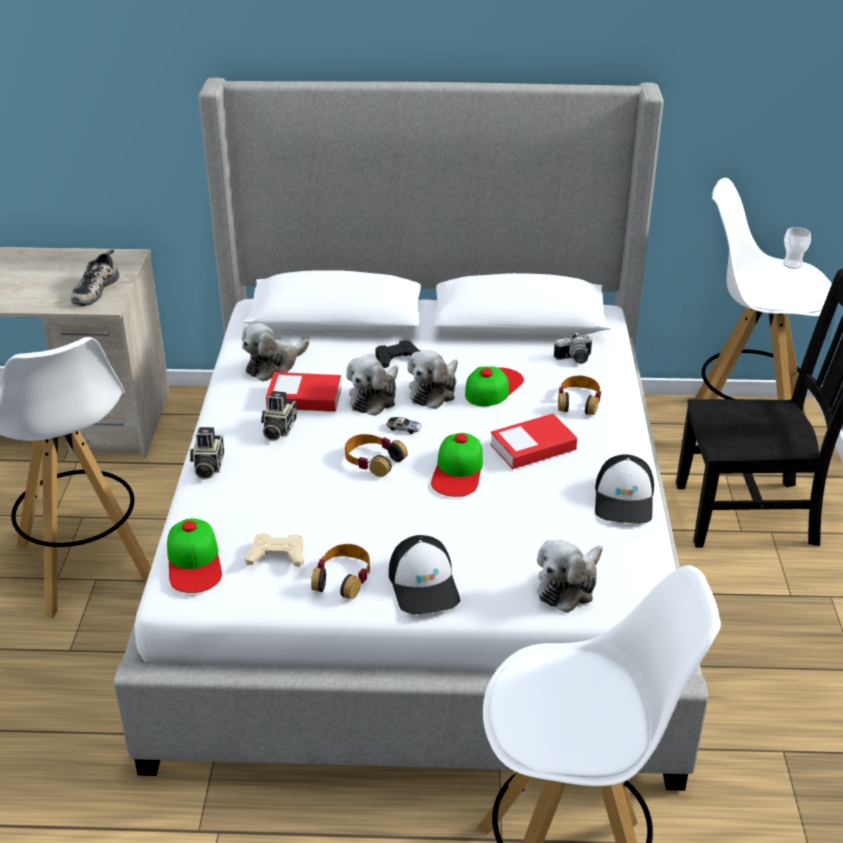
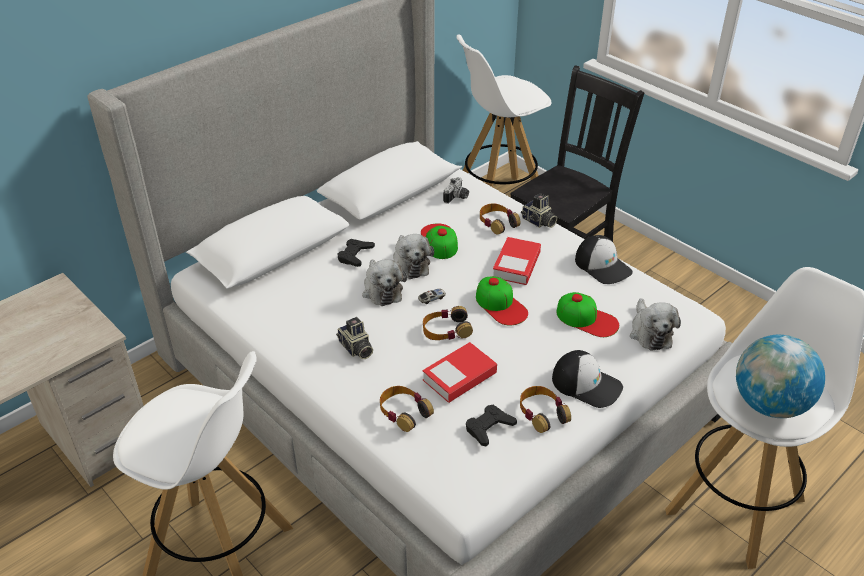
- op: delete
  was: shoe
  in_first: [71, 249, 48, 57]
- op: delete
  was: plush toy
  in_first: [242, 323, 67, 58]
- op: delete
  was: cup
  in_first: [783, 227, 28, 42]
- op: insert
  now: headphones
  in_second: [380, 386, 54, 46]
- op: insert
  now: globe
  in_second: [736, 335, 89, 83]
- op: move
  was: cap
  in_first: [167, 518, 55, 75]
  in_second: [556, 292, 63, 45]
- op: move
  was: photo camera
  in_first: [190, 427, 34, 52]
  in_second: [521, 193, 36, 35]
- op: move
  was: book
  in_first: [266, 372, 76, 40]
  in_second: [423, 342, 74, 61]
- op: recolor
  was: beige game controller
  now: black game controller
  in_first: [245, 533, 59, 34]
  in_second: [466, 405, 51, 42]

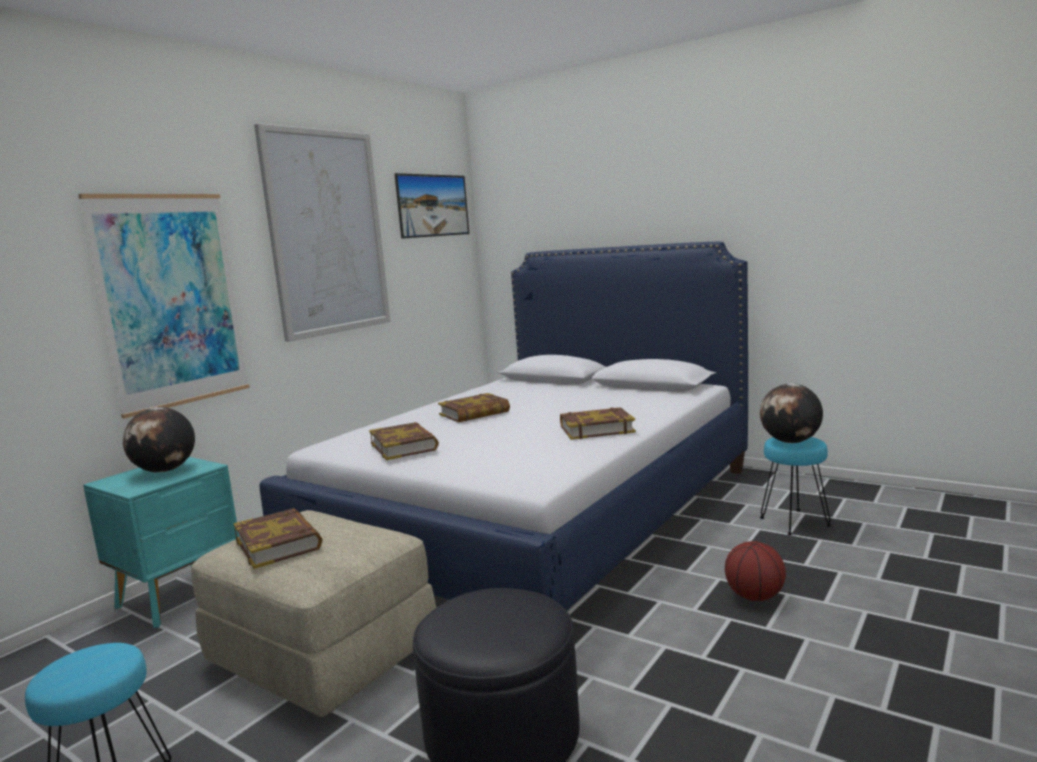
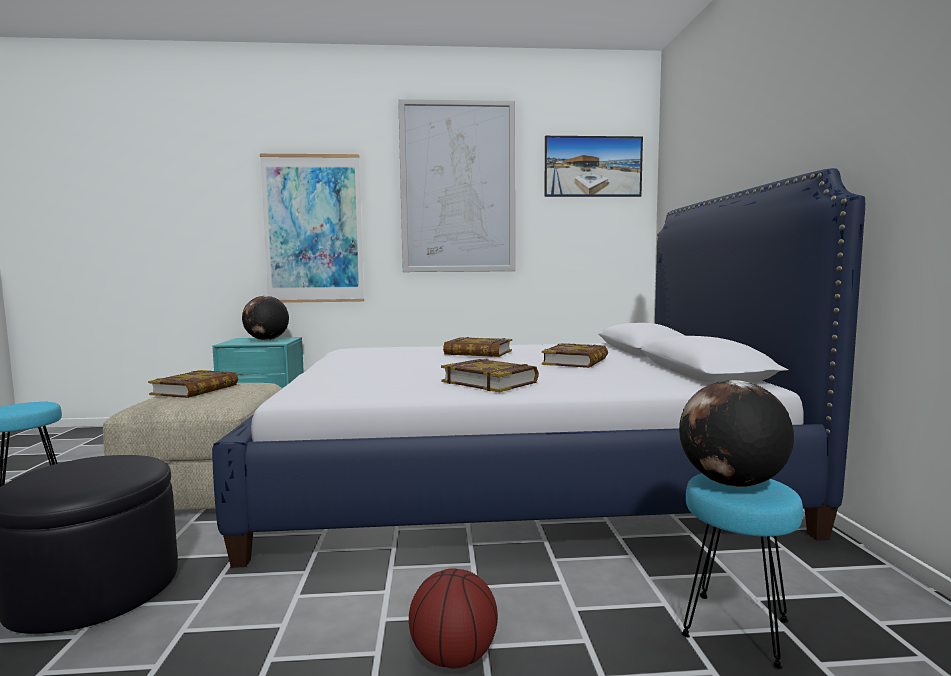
- op: move
  was: book
  in_first: [369, 422, 70, 38]
  in_second: [542, 343, 66, 25]

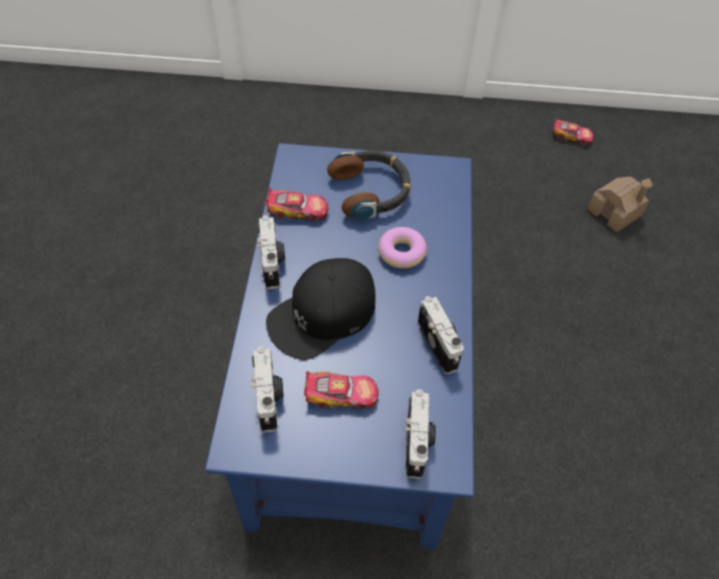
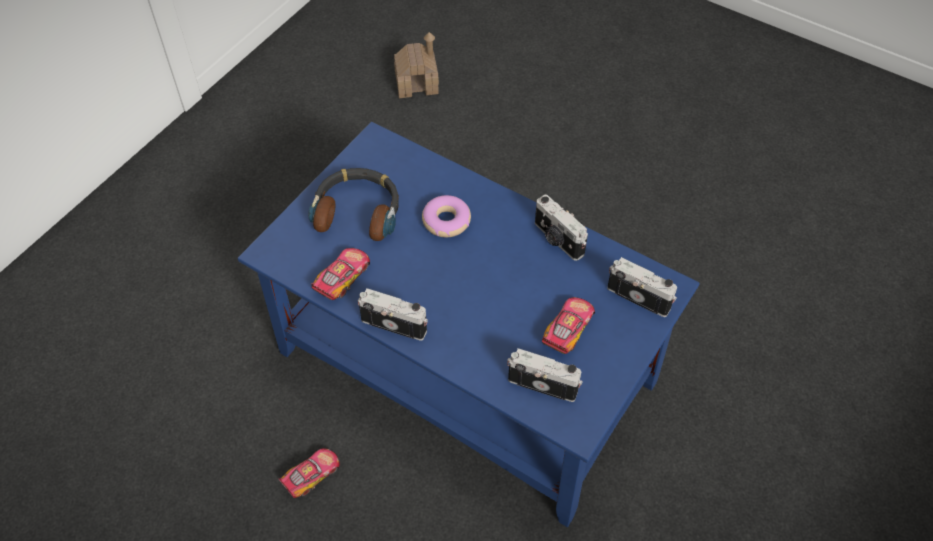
- op: delete
  was: black cap
  in_first: [266, 258, 109, 102]
- op: move
  was: toy car
  in_first: [553, 118, 41, 27]
  in_second: [278, 448, 62, 50]
- op: rotate
  was: photo camera
  in_first: [418, 296, 46, 78]
  in_second: [535, 195, 53, 66]
  clockwise: -135

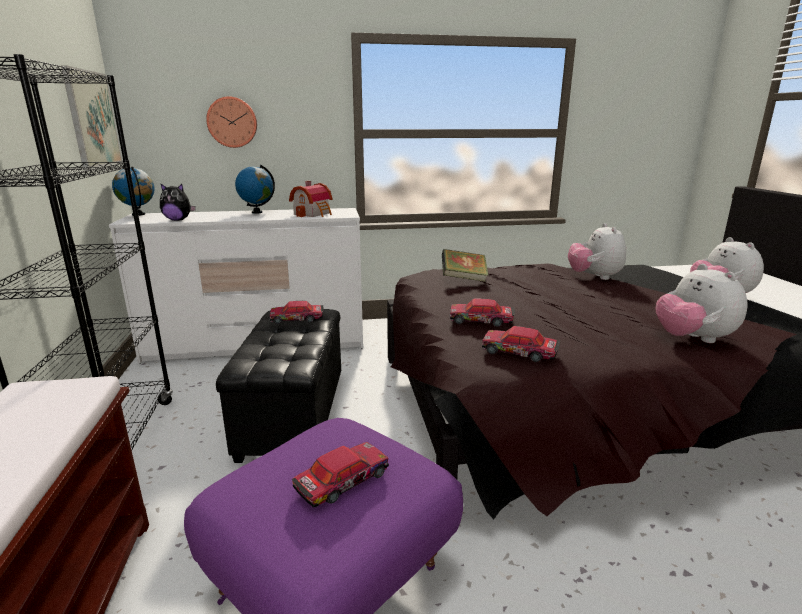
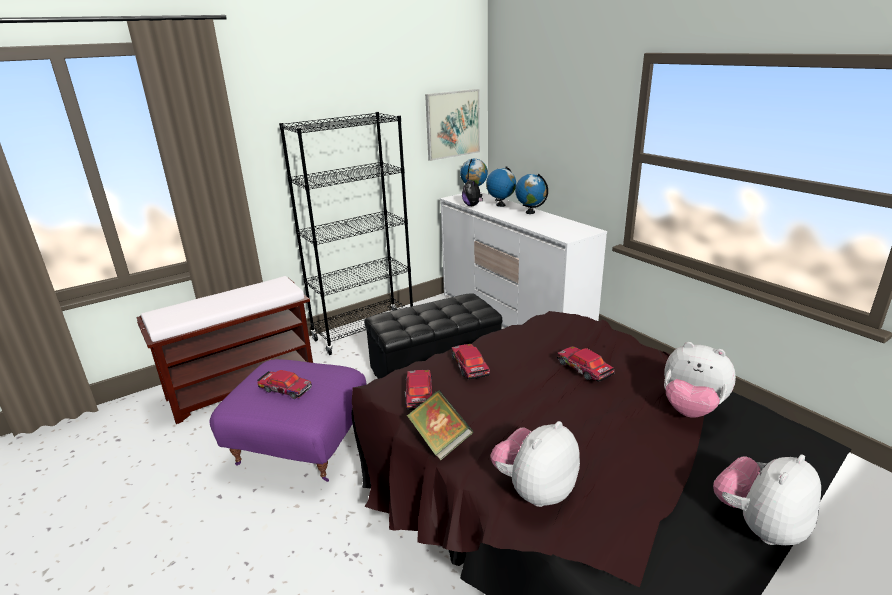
- op: delete
  was: wall clock
  in_first: [206, 96, 51, 52]
- op: delete
  was: toy house
  in_first: [289, 181, 44, 36]
- op: insert
  now: globe
  in_second: [486, 166, 30, 41]
- op: move
  was: toy car
  in_first: [270, 301, 54, 23]
  in_second: [557, 346, 58, 36]
- op: move
  was: book
  in_first: [442, 249, 47, 33]
  in_second: [407, 390, 66, 71]
- op: rotate
  was: plush toy
  in_first: [568, 223, 58, 57]
  in_second: [664, 342, 72, 76]
  clockwise: -120

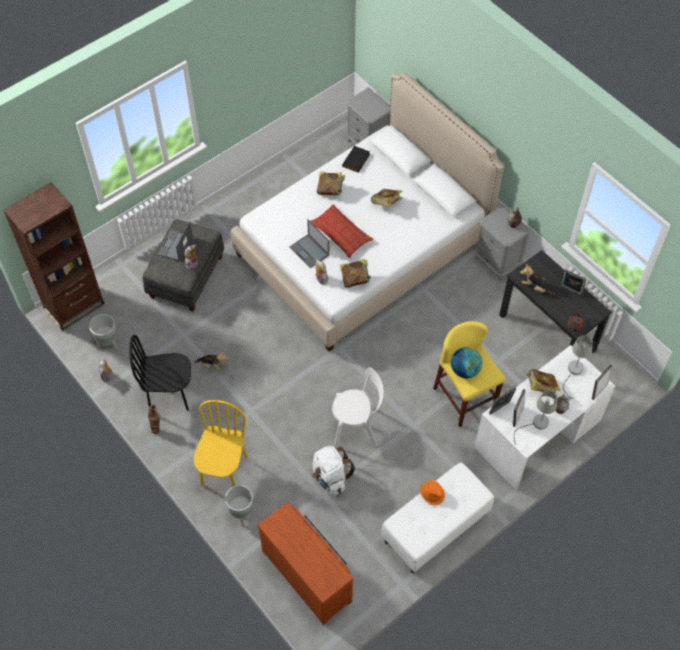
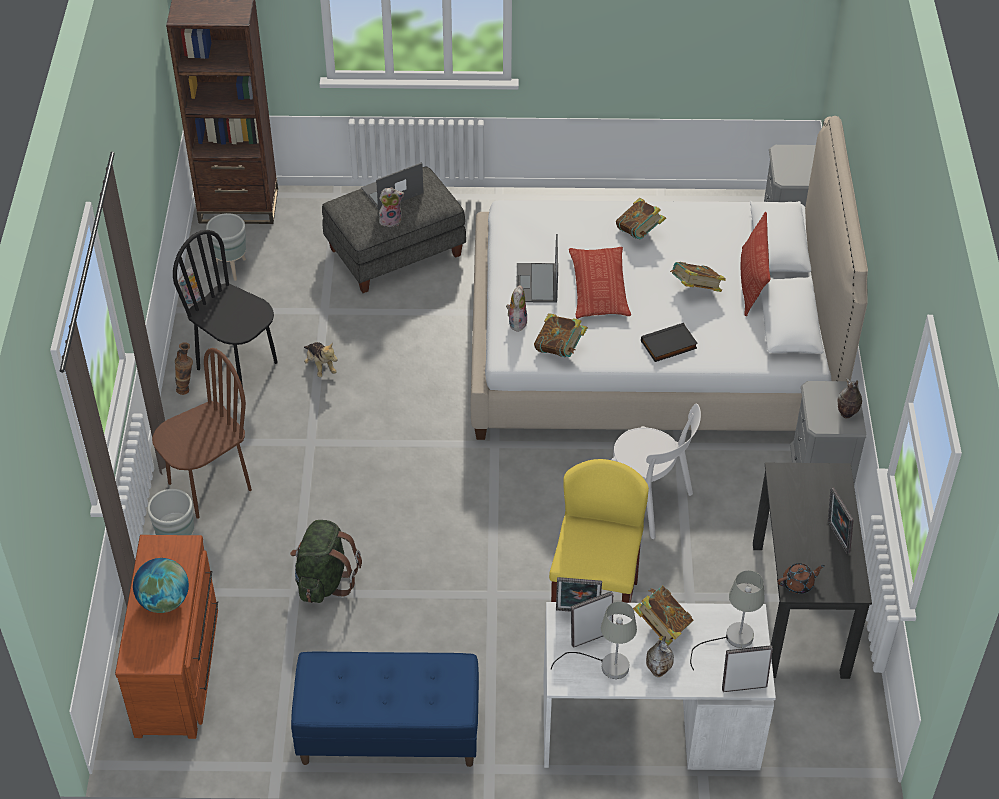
- op: delete
  was: orange hat
  in_first: [420, 480, 25, 26]
- op: delete
  was: plush toy
  in_first: [520, 264, 35, 31]
- op: insert
  now: pillow
  in_second: [741, 212, 29, 104]
- op: move
  was: white chair
  in_first: [332, 367, 52, 81]
  in_second: [611, 404, 90, 135]
- op: move
  was: black book
  in_first: [342, 146, 28, 27]
  in_second: [641, 323, 57, 39]
- op: move
  was: globe
  in_first: [451, 347, 31, 31]
  in_second: [133, 558, 56, 55]
- op: recolor
  was: yellow chair
  now: brown chair
  in_first: [194, 400, 54, 86]
  in_second: [152, 348, 100, 171]
- op: recolor
  was: white backpack
  now: green backpack
  in_first: [312, 446, 43, 50]
  in_second: [290, 520, 72, 83]
- op: recolor
  was: white bench
  now: blue bench
  in_first: [381, 462, 113, 112]
  in_second: [291, 651, 188, 116]

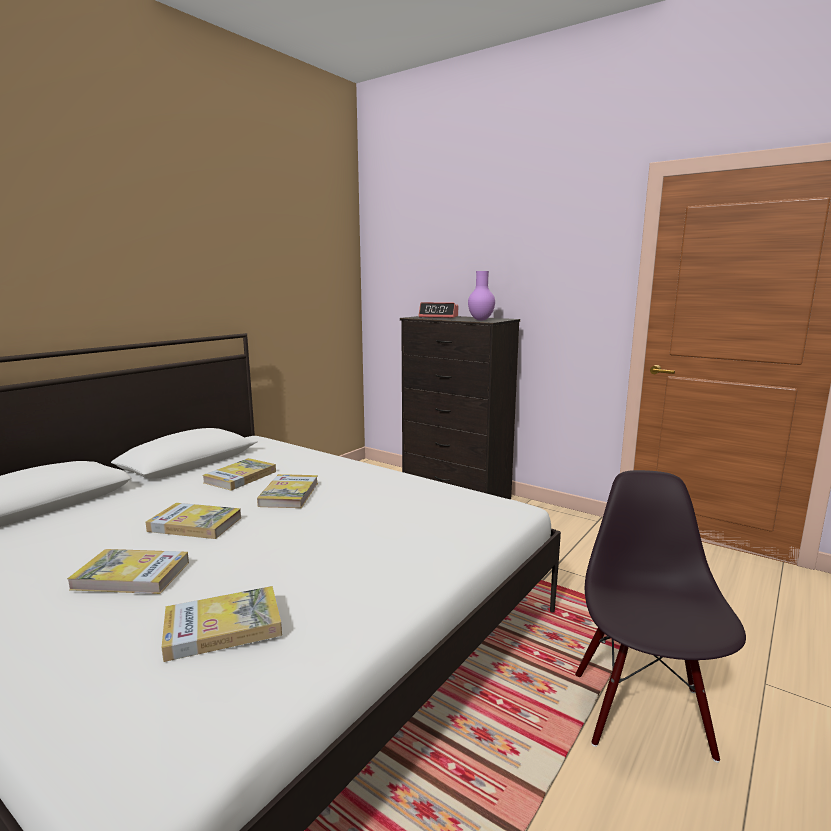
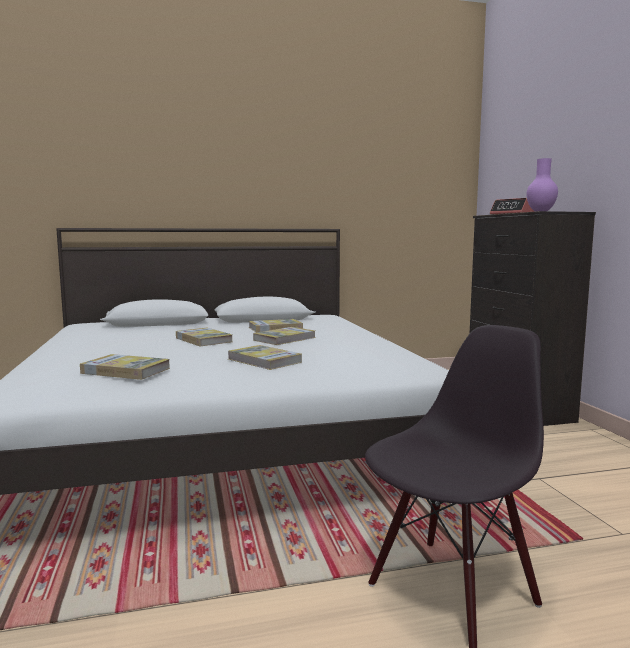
- op: move
  was: book
  in_first: [67, 549, 122, 45]
  in_second: [228, 345, 74, 25]

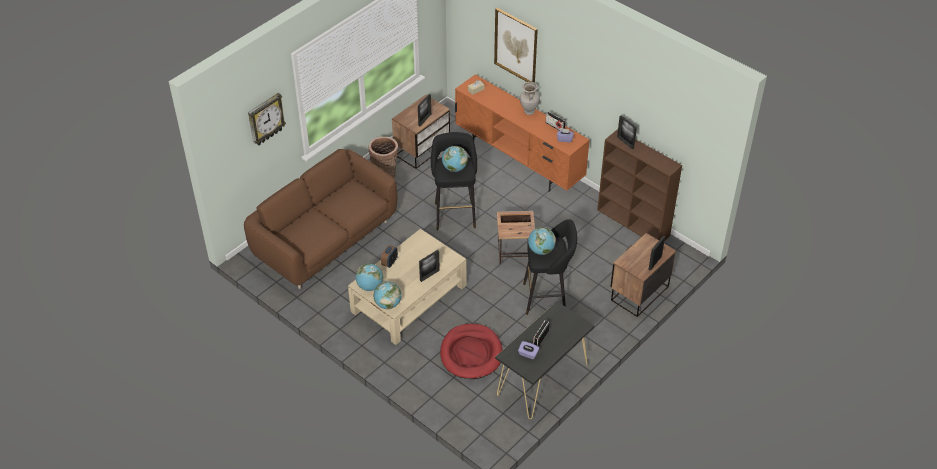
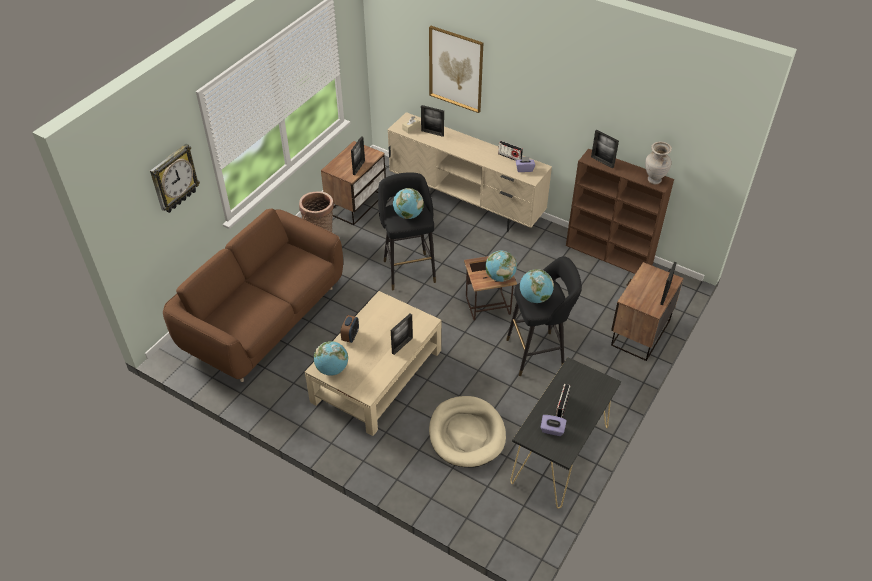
- op: insert
  now: picture frame
  in_second: [421, 105, 23, 32]
- op: move
  was: globe
  in_first: [374, 281, 28, 28]
  in_second: [485, 250, 32, 32]
- op: move
  was: beige vase
  in_first: [520, 82, 20, 33]
  in_second: [645, 142, 27, 42]
- op: recolor
  was: red dog bed
  now: beige dog bed
  in_first: [440, 324, 63, 55]
  in_second: [429, 396, 77, 72]
- op: recolor
  was: orange tv stand
  now: beige tv stand
  in_first: [455, 74, 135, 118]
  in_second: [387, 112, 165, 120]

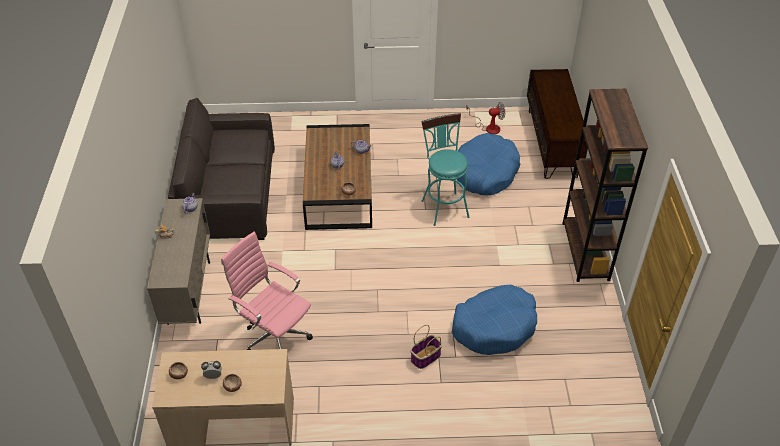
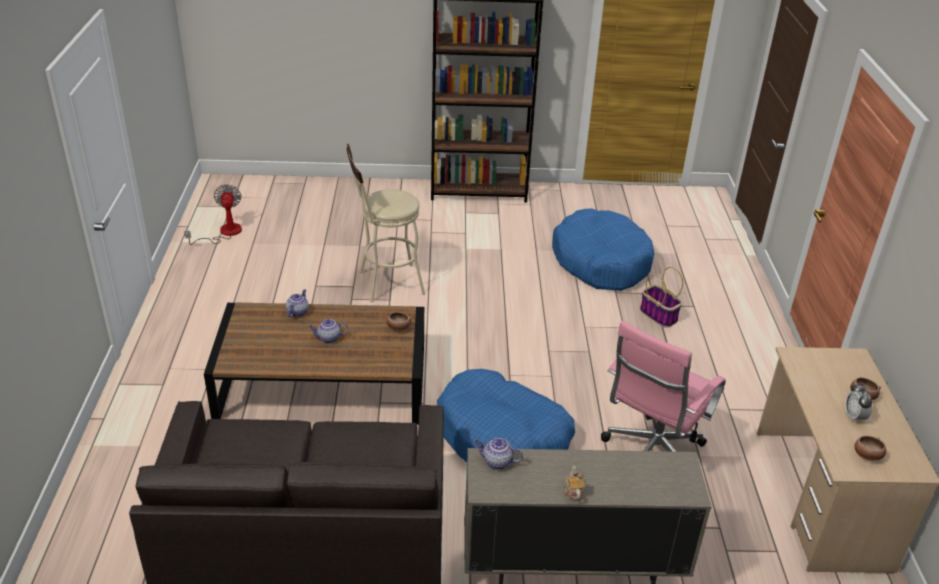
- op: delete
  was: brown tv stand
  in_first: [527, 69, 61, 110]
- op: move
  was: blue dog bed
  in_first: [457, 133, 63, 63]
  in_second: [437, 369, 138, 93]
- op: recolor
  was: turquoise stool
  now: beige stool
  in_first: [421, 113, 49, 113]
  in_second: [346, 144, 79, 158]

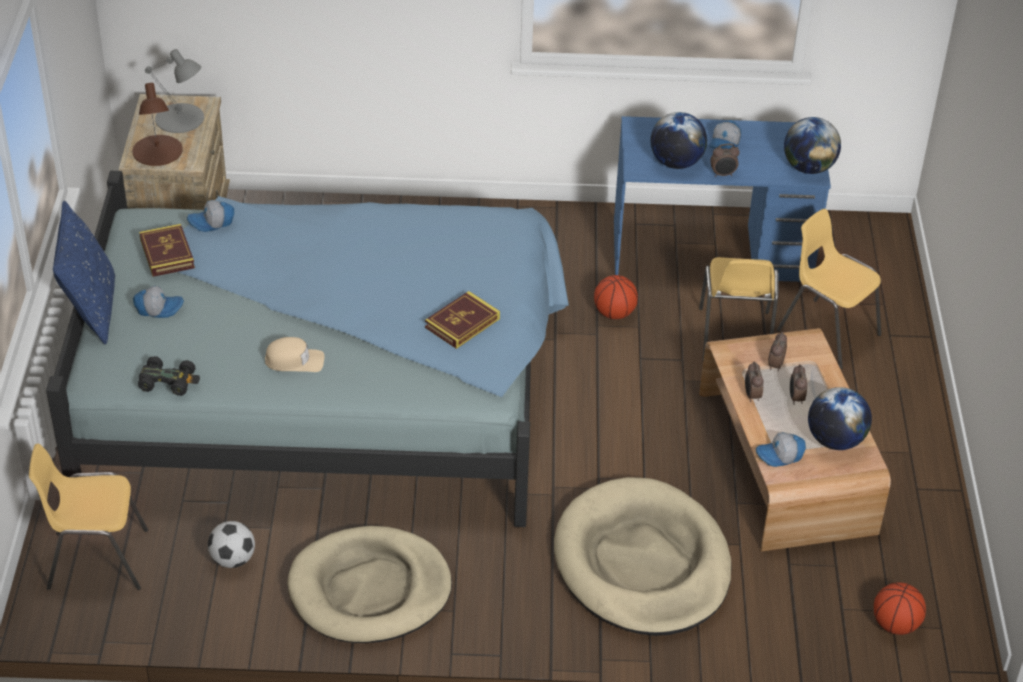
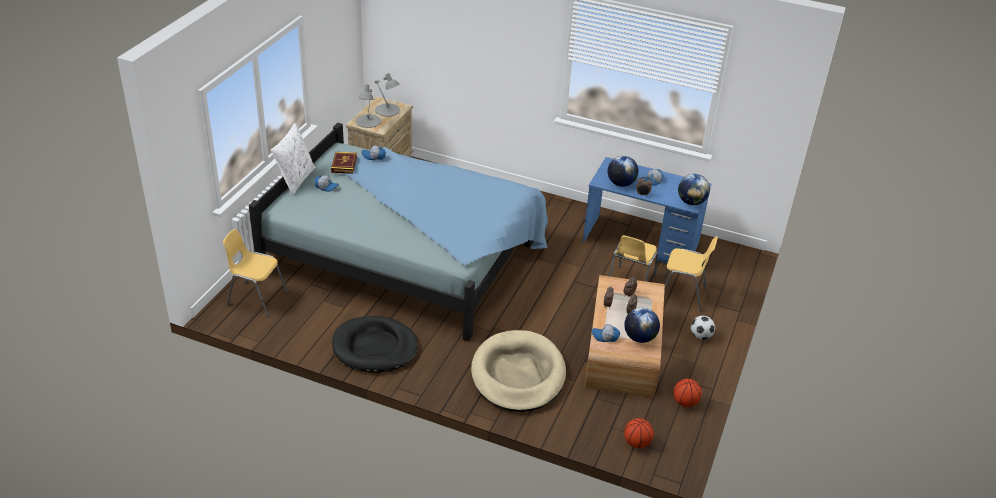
- op: delete
  was: black toy car
  in_first: [138, 356, 62, 40]
- op: delete
  was: beige cap
  in_first: [265, 337, 60, 35]
- op: delete
  was: book
  in_first: [425, 291, 75, 58]
- op: move
  was: football
  in_first: [208, 521, 47, 47]
  in_second: [691, 316, 24, 24]
- op: move
  was: basketball
  in_first: [594, 275, 44, 44]
  in_second: [673, 379, 29, 28]
- op: recolor
  was: blue pillow
  now: white pillow
  in_first: [53, 200, 62, 145]
  in_second: [271, 123, 45, 73]
- op: recolor
  was: brown table lamp
  now: grey table lamp
  in_first: [132, 83, 51, 83]
  in_second: [356, 84, 25, 44]
- op: recolor
  was: beige dog bed
  now: black dog bed
  in_first: [287, 526, 165, 117]
  in_second: [332, 316, 86, 57]
- op: rotate
  was: yellow chair
  in_first: [777, 209, 104, 160]
  in_second: [663, 236, 55, 75]
  clockwise: 135

